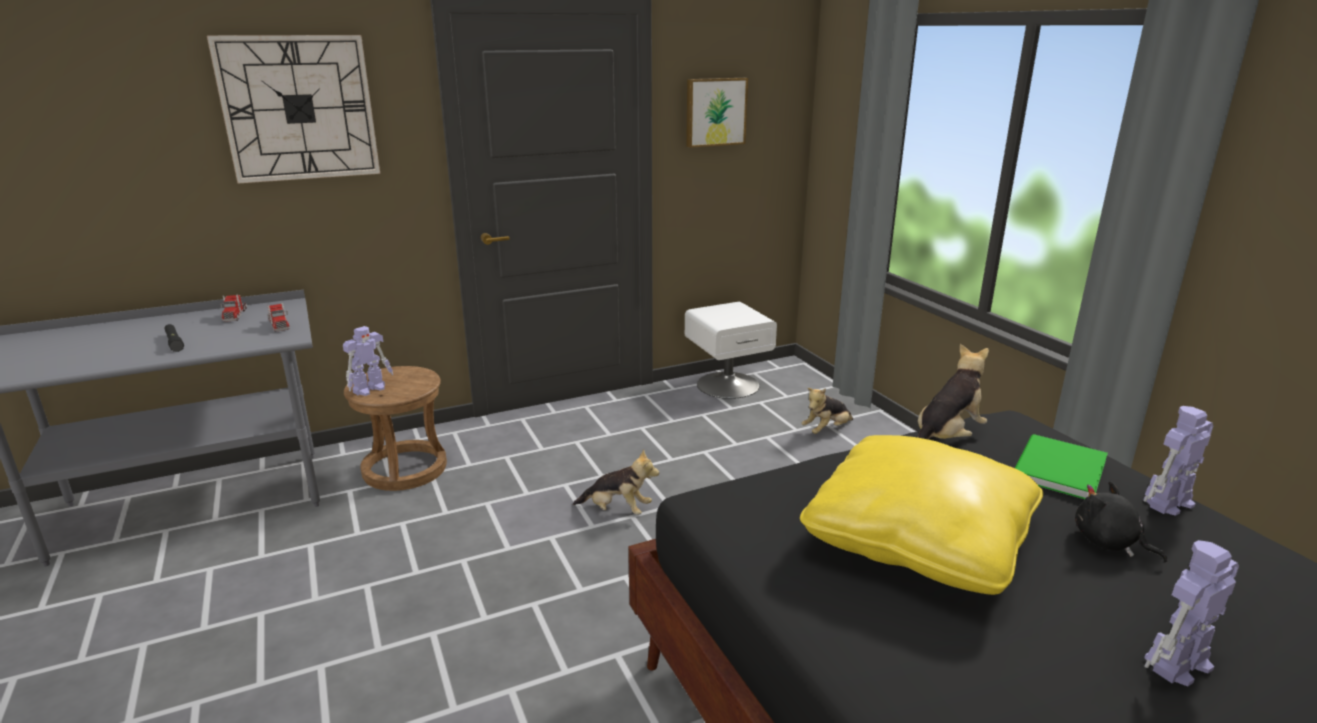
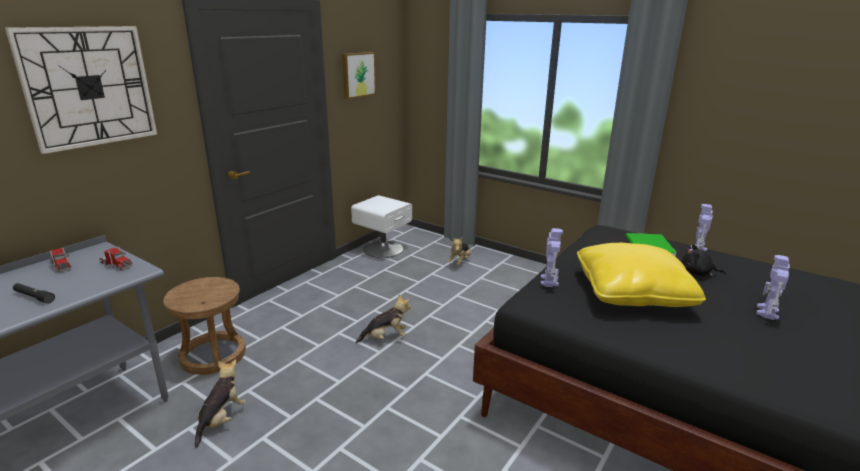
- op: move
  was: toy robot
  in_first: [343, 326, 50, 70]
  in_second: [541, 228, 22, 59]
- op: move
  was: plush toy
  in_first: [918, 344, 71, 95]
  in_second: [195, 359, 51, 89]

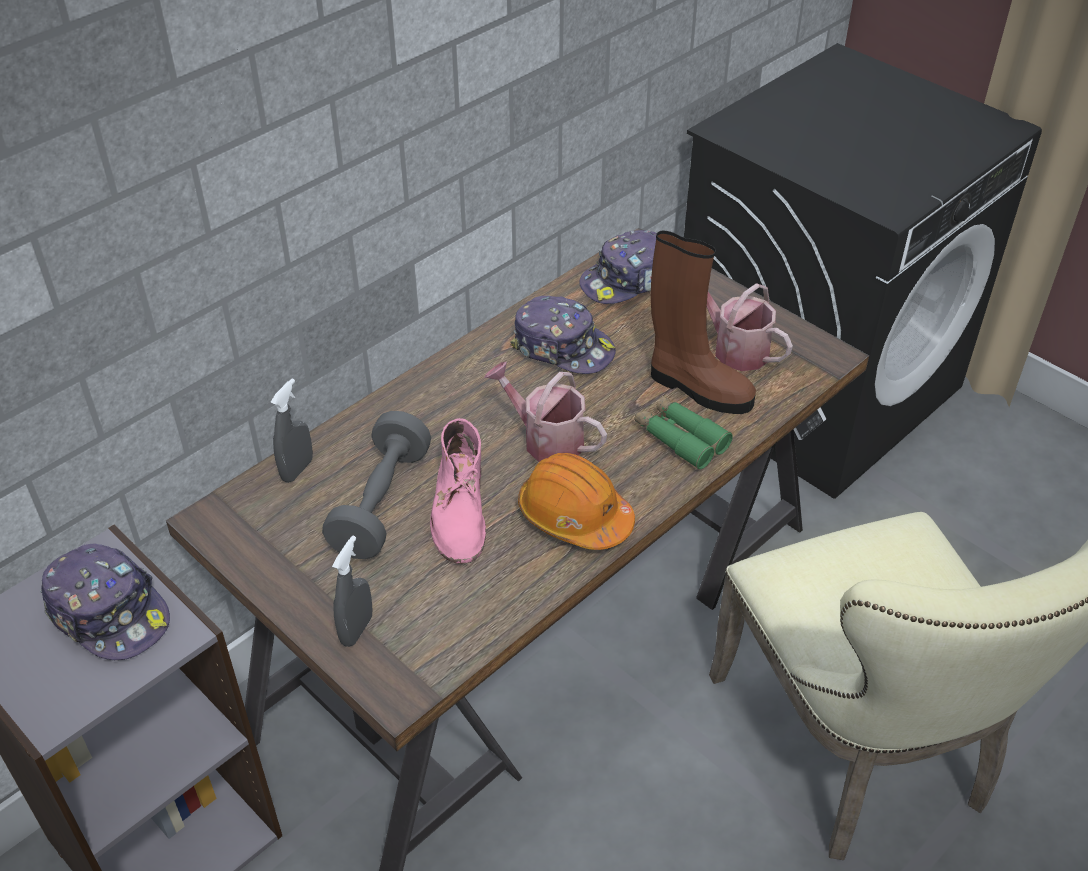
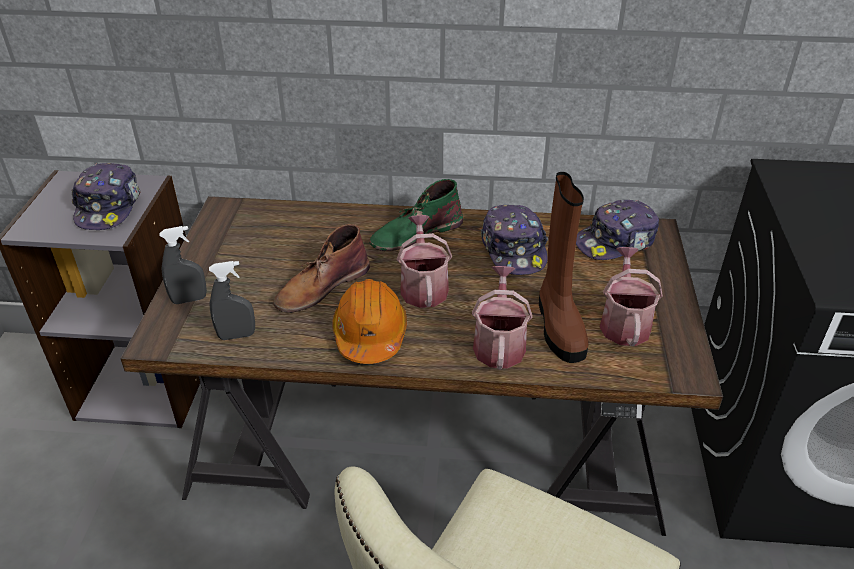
- op: delete
  was: grey dumbbell
  in_first: [322, 411, 109, 148]
- op: insert
  now: green boot
  in_second: [369, 179, 94, 72]
- op: move
  was: grey spray bottle
  in_first: [271, 378, 42, 105]
  in_second: [209, 261, 46, 79]
- op: replace
  was: green binoculars
  now: watering can
  in_first: [634, 395, 99, 75]
  in_second: [472, 266, 61, 103]
- op: recolor
  was: pink boot
  now: brown boot
  in_first: [430, 418, 56, 146]
  in_second: [273, 224, 97, 89]
- op: rotate
  was: cap
  in_first: [579, 230, 78, 74]
  in_second: [576, 200, 83, 60]
  clockwise: -45

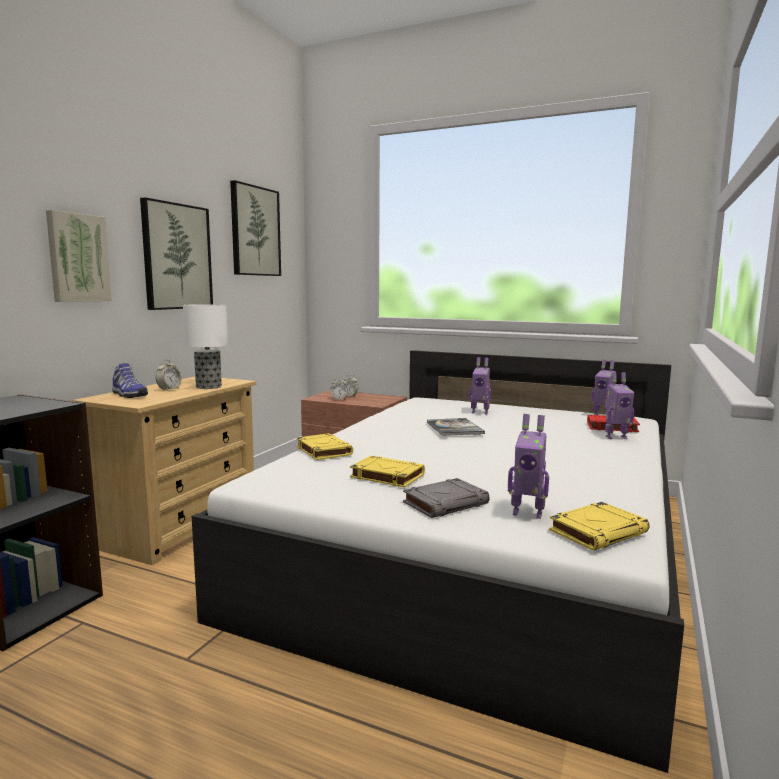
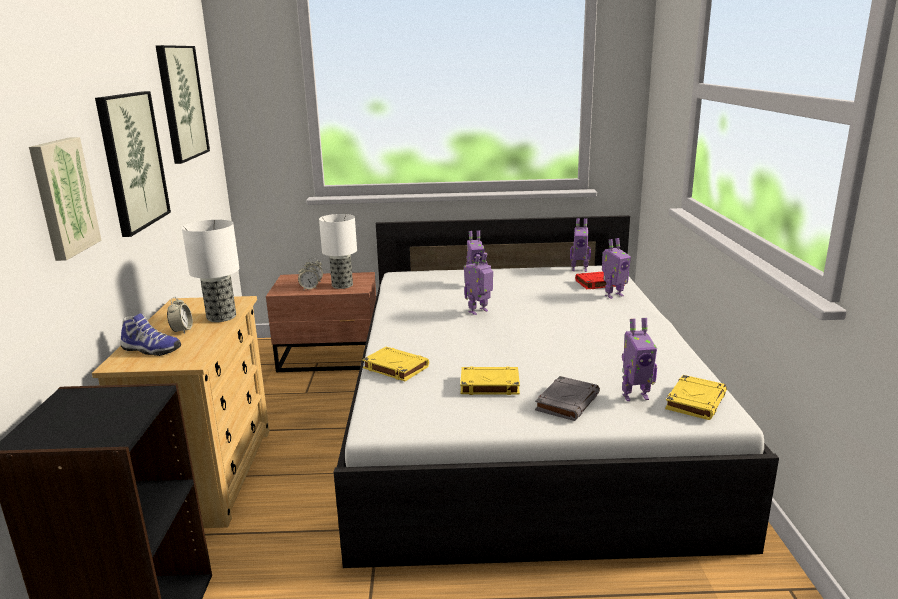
- op: insert
  now: table lamp
  in_second: [319, 214, 38, 75]
- op: replace
  was: book
  now: toy robot
  in_first: [427, 418, 58, 18]
  in_second: [464, 252, 29, 63]

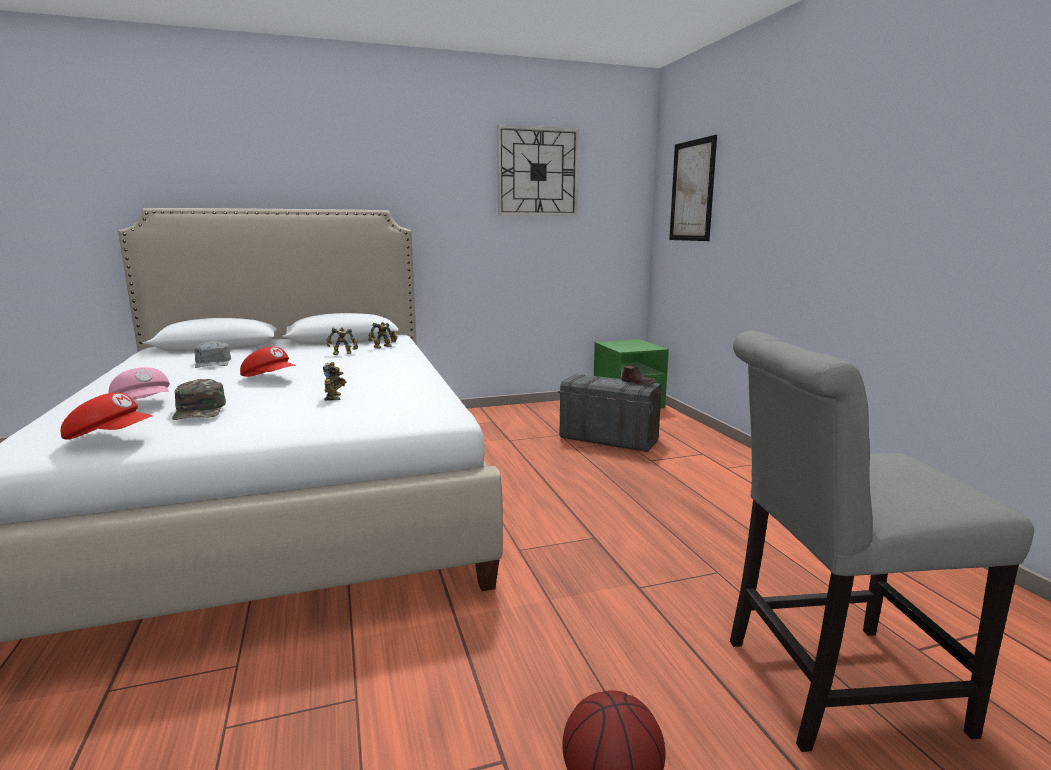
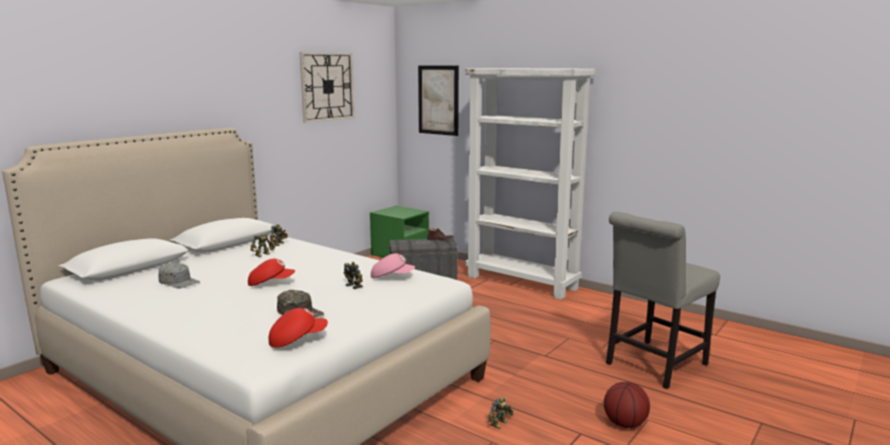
- op: insert
  now: white bookcase
  in_second: [465, 68, 131, 232]
- op: insert
  now: toy robot
  in_second: [488, 397, 26, 32]
- op: move
  was: pink cap
  in_first: [109, 367, 61, 32]
  in_second: [371, 253, 44, 25]

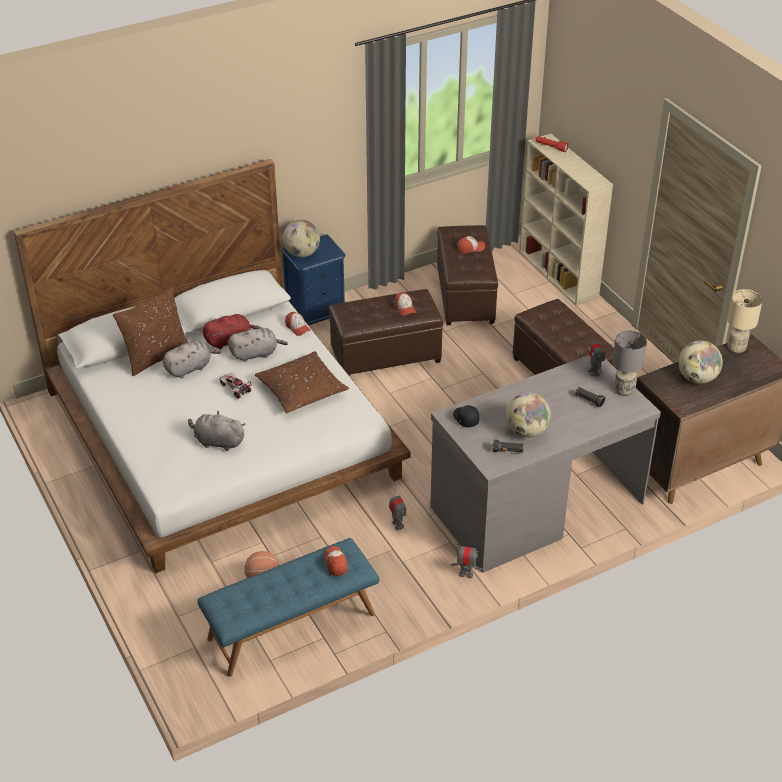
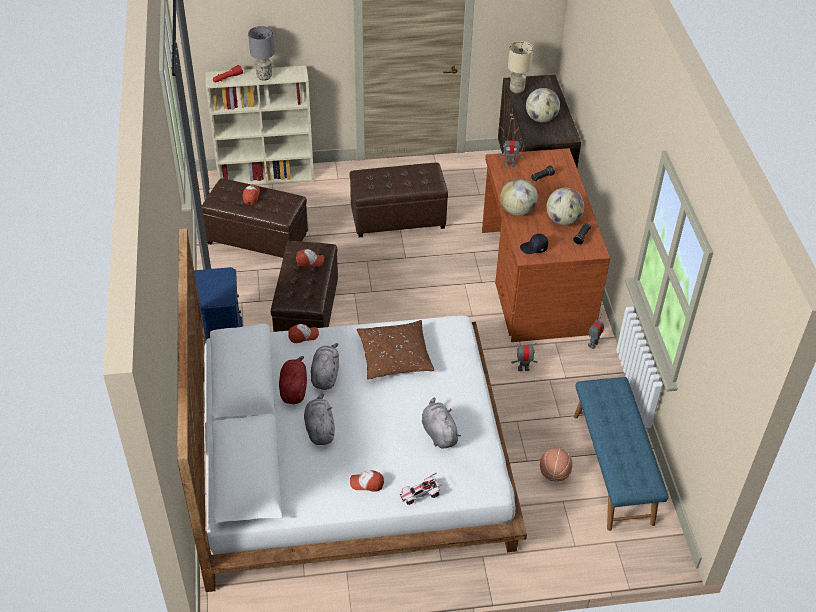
- op: delete
  was: brown pillow
  in_first: [113, 288, 75, 88]
- op: move
  was: toy car
  in_first: [219, 373, 33, 26]
  in_second: [400, 473, 42, 32]
- op: move
  was: globe
  in_first: [283, 220, 37, 37]
  in_second: [500, 178, 38, 38]
- op: move
  was: cap
  in_first: [324, 546, 24, 30]
  in_second: [350, 470, 34, 22]
- op: move
  was: grey table lamp
  in_first: [612, 330, 35, 66]
  in_second: [248, 26, 26, 55]
- op: recolor
  was: grey desk
  now: brown desk
  in_first: [430, 355, 231, 218]
  in_second: [482, 148, 128, 194]
- op: rotate
  was: grey plush toy
  in_first: [188, 411, 57, 40]
  in_second: [422, 397, 39, 52]
  clockwise: 120

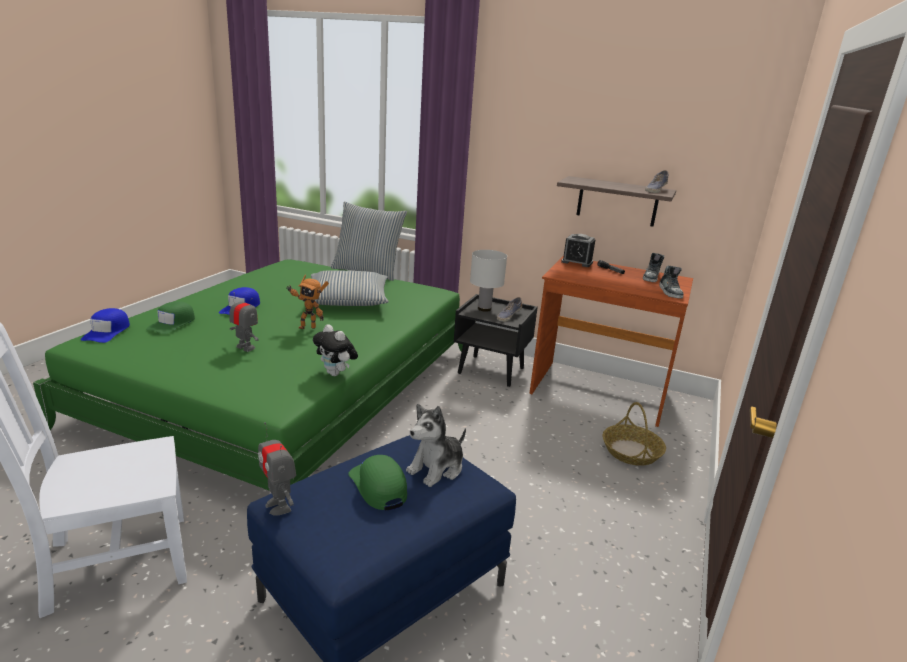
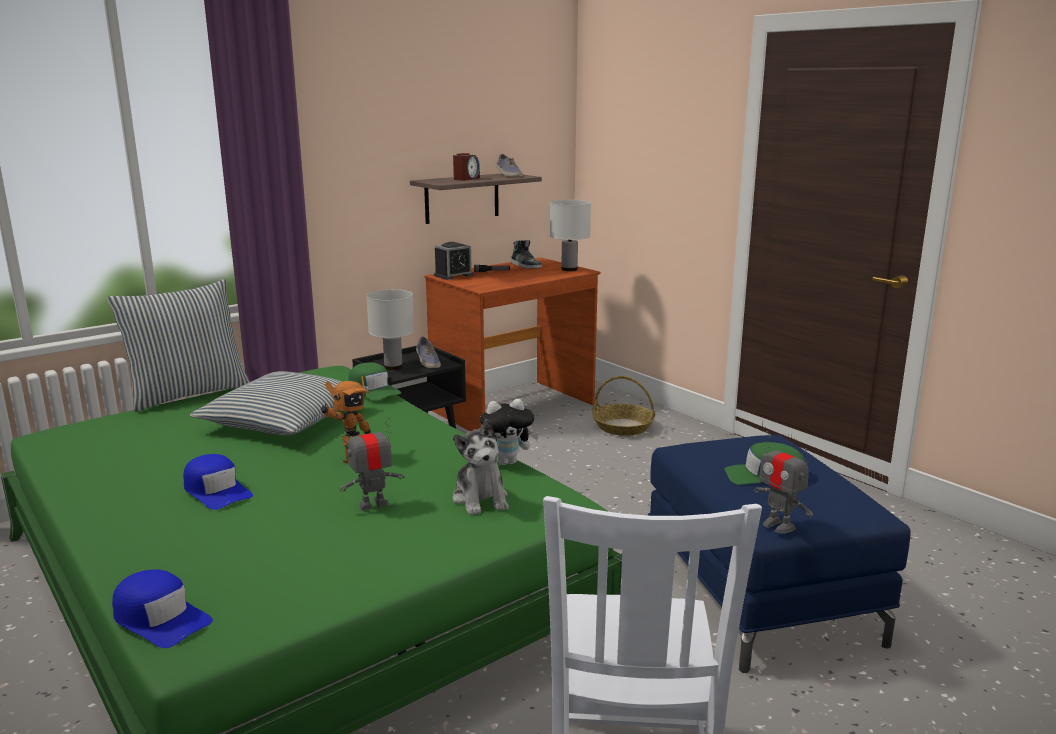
- op: insert
  now: alarm clock
  in_second: [453, 153, 27, 28]
- op: move
  was: green cap
  in_first: [146, 301, 49, 33]
  in_second: [348, 362, 53, 39]
- op: move
  was: plush toy
  in_first: [406, 404, 60, 83]
  in_second: [453, 419, 56, 96]
- op: replace
  was: shoe
  now: white table lamp
  in_first: [659, 266, 24, 32]
  in_second: [550, 200, 41, 71]
- op: rotate
  was: toy robot
  in_first: [258, 422, 38, 94]
  in_second: [753, 431, 60, 102]
  clockwise: 60

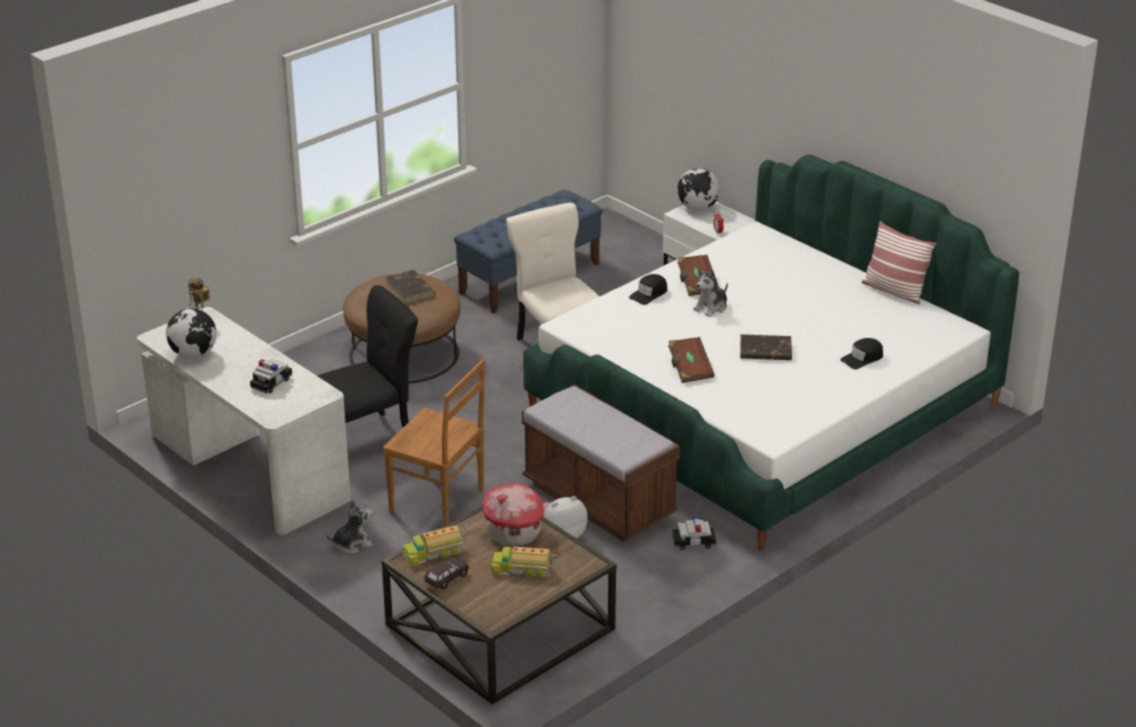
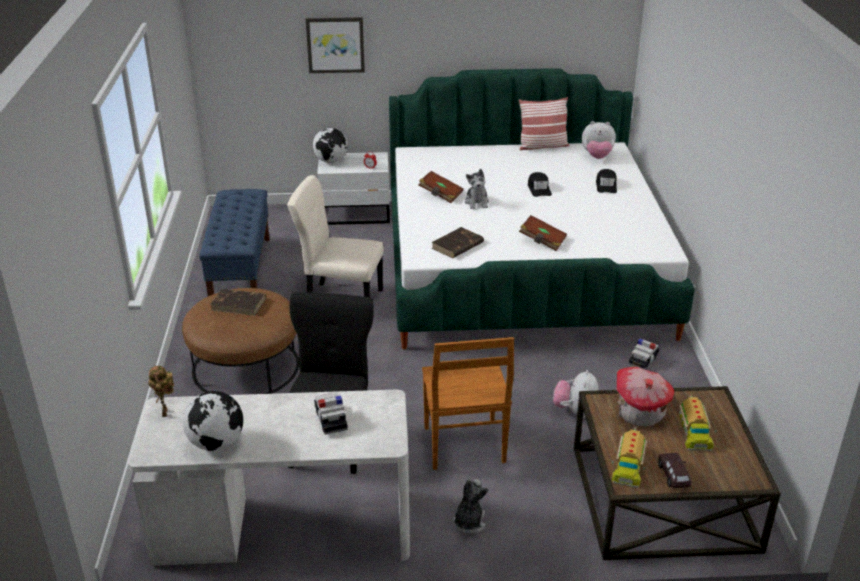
- op: delete
  was: brown bench
  in_first: [522, 384, 158, 158]
- op: insert
  now: picture
  in_second: [306, 17, 59, 56]
- op: insert
  now: plush toy
  in_second: [582, 121, 34, 38]
- op: move
  was: black cap
  in_first: [629, 274, 38, 31]
  in_second: [528, 172, 24, 25]
- op: move
  was: brown book
  in_first: [740, 334, 52, 26]
  in_second: [431, 227, 53, 31]
- op: rotate
  was: brown chair
  in_first: [383, 359, 102, 167]
  in_second: [422, 337, 92, 133]
  clockwise: 105
- op: rotate
  was: toy truck
  in_first: [491, 542, 66, 36]
  in_second: [679, 395, 38, 56]
  clockwise: -45

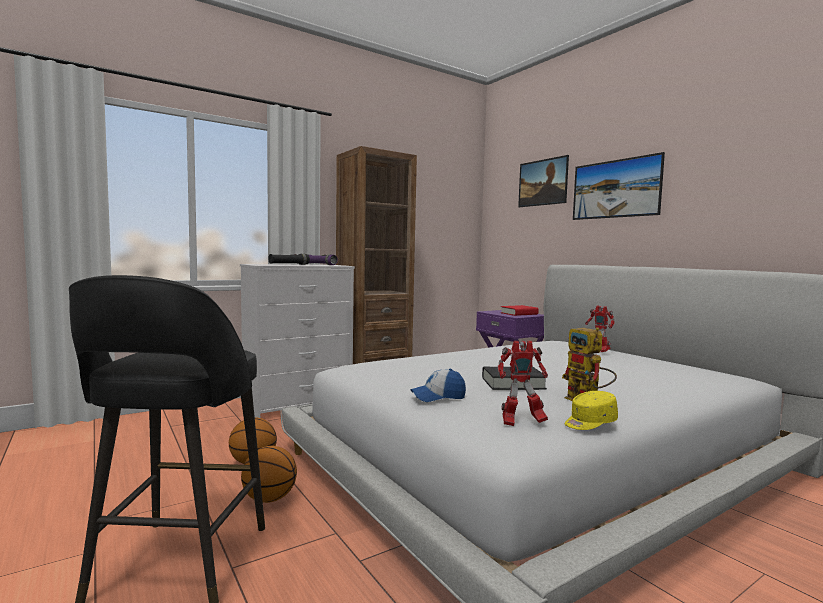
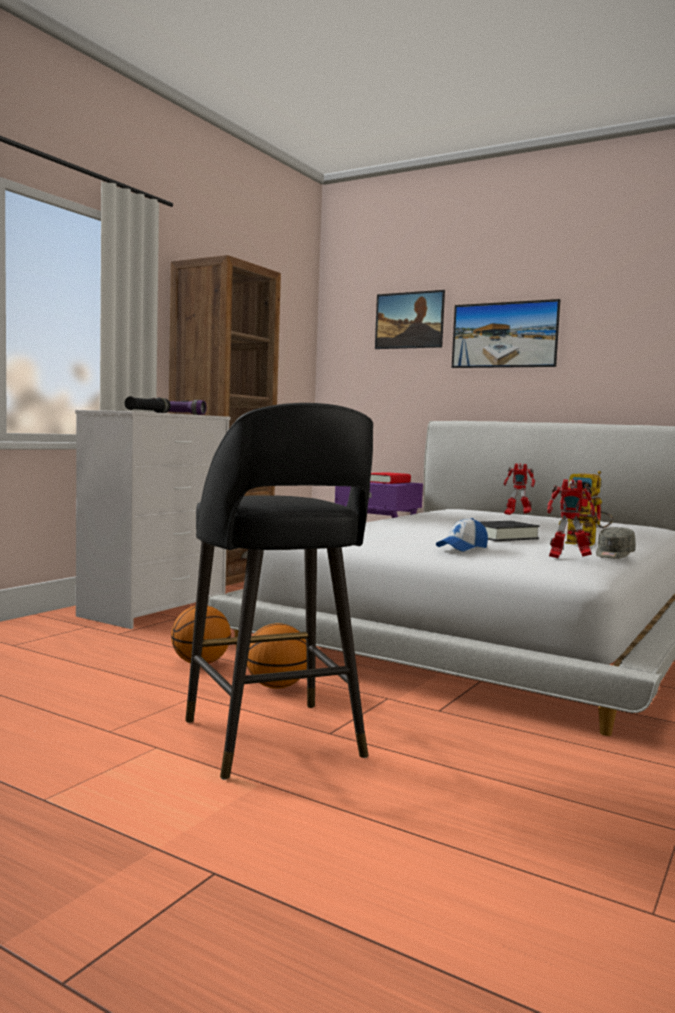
- op: recolor
  was: yellow cap
  now: grey cap
  in_first: [565, 391, 53, 39]
  in_second: [596, 527, 39, 32]
- op: rotate
  was: toy robot
  in_first: [498, 341, 50, 85]
  in_second: [547, 479, 48, 79]
  clockwise: 45

